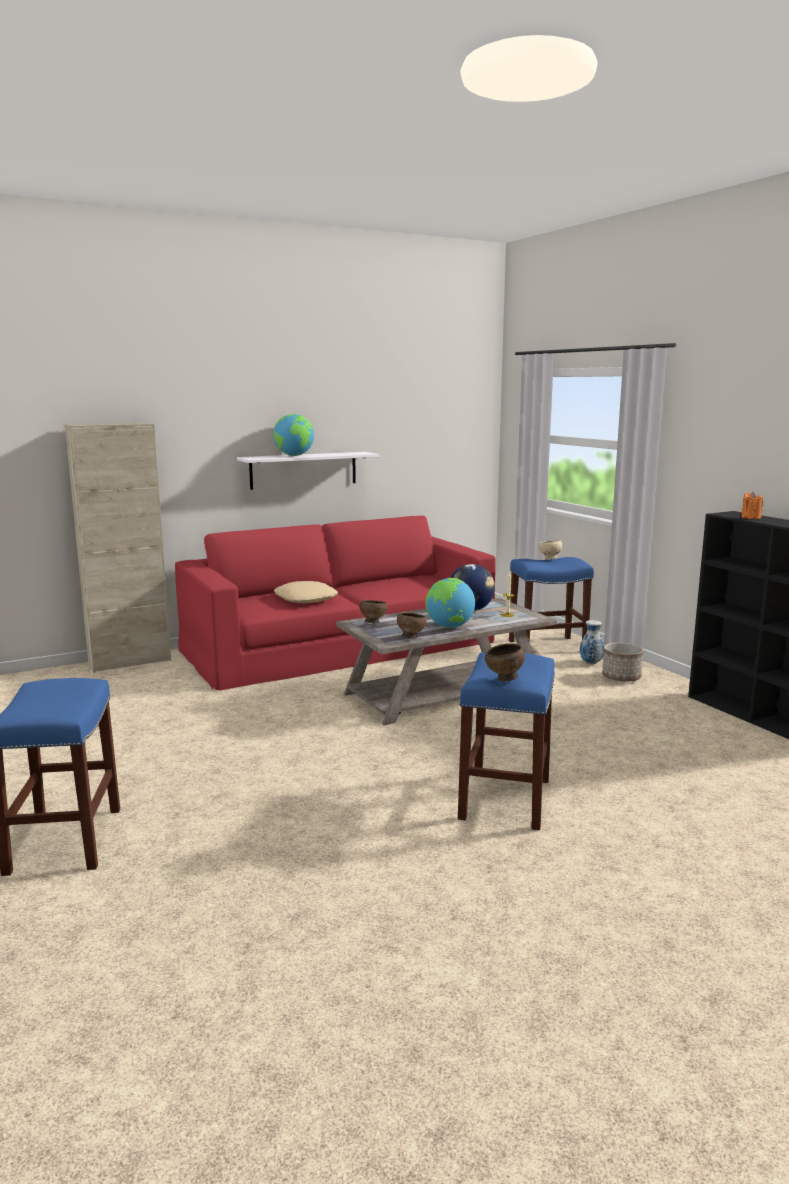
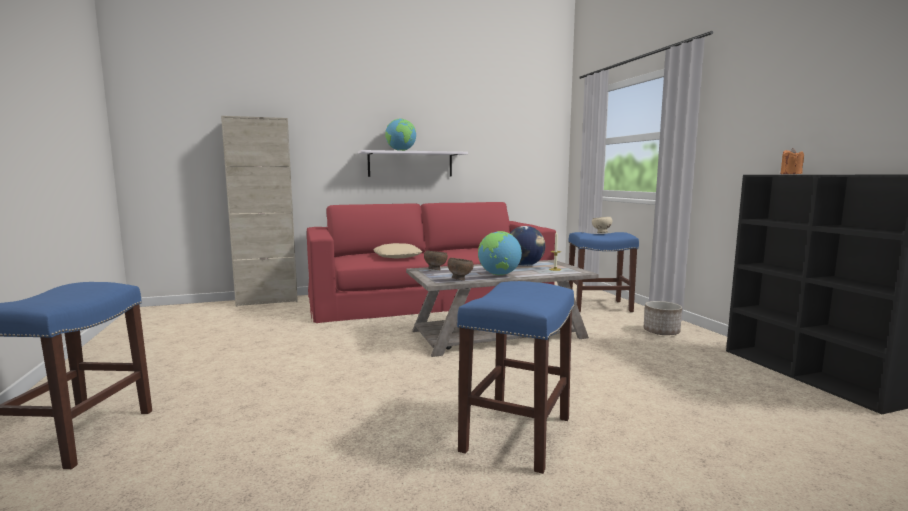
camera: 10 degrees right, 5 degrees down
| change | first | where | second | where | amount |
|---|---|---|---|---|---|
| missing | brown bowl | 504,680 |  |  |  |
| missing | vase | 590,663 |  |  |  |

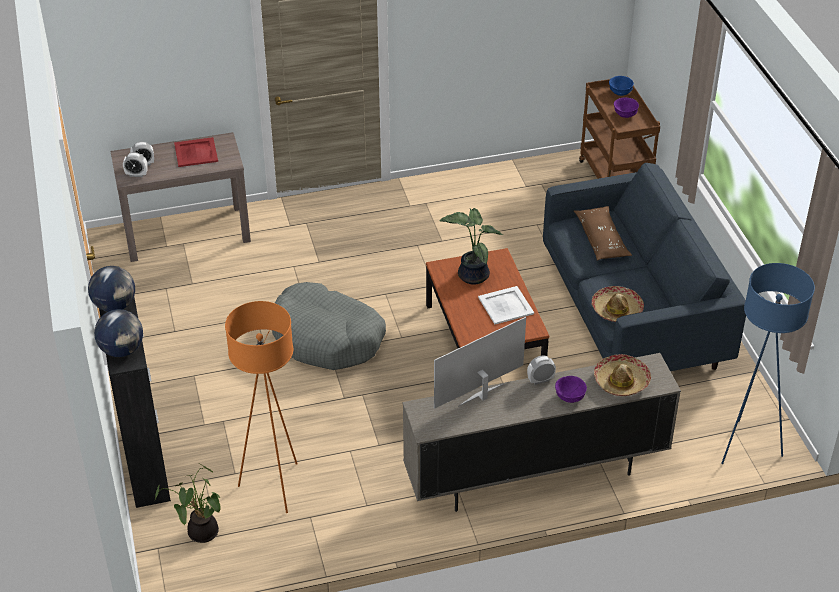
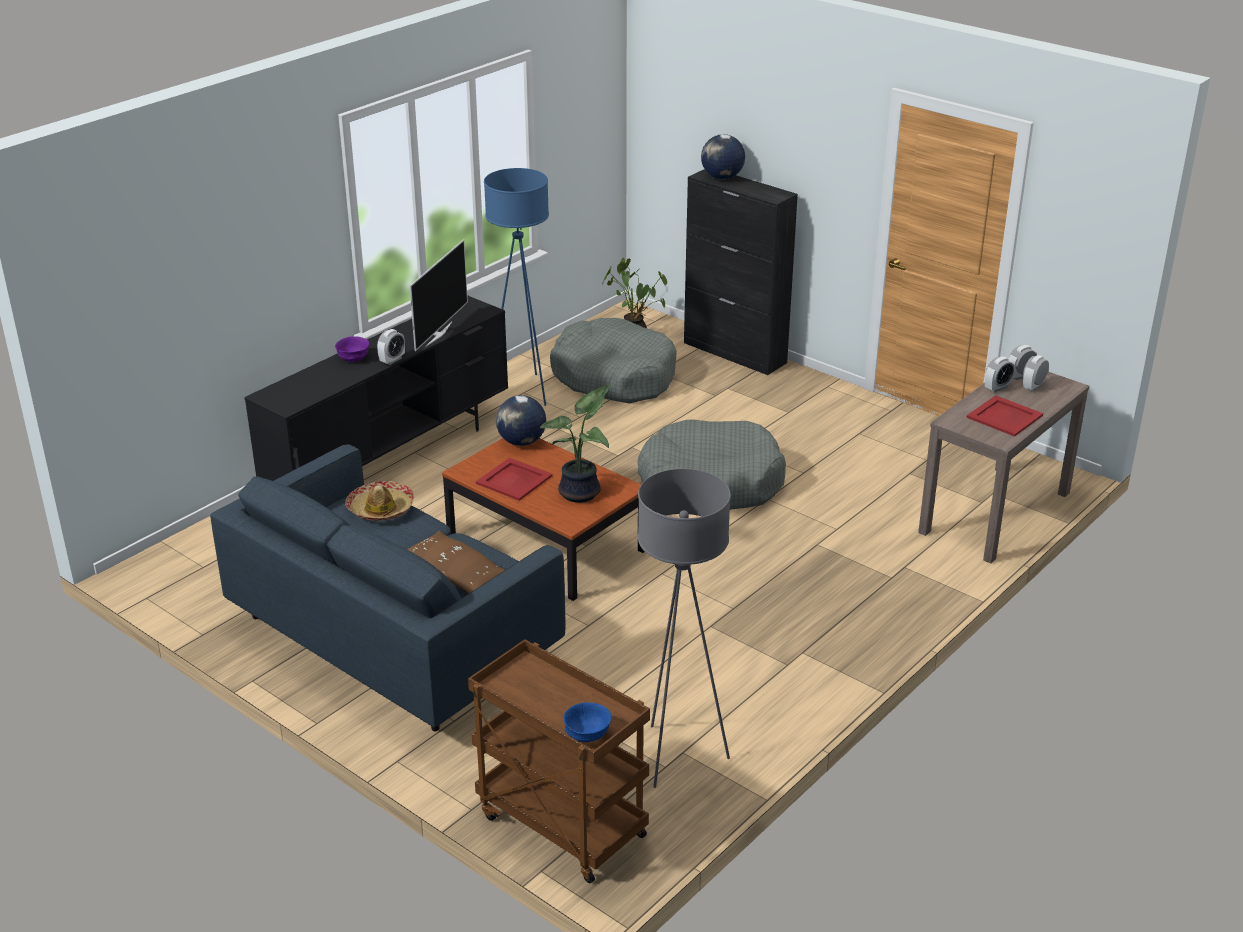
camera: 145 degrees right, 10 degrees down
| change | first | where | second | where | amount |
|---|---|---|---|---|---|
| relocated | globe | 115,306 |  | 521,442 |  |
| exchanged | orange floor lamp | 275,486 | grey dog bed | 614,376 |  |
| colour | beige tv stand | 534,475 | black tv stand | 392,459 |  |
| colour | white tray | 506,306 | red tray | 513,480 |  |
| missing | hat | 621,381 |  |  |  |
| missing | purple bowl | 625,114 |  |  |  |
| relocated | blue floor lamp | 746,447 |  | 523,391 |  |
| appeared |  |  | grey floor lamp | 677,755 |  |
| appeared |  |  | alarm clock | 997,388 |  |

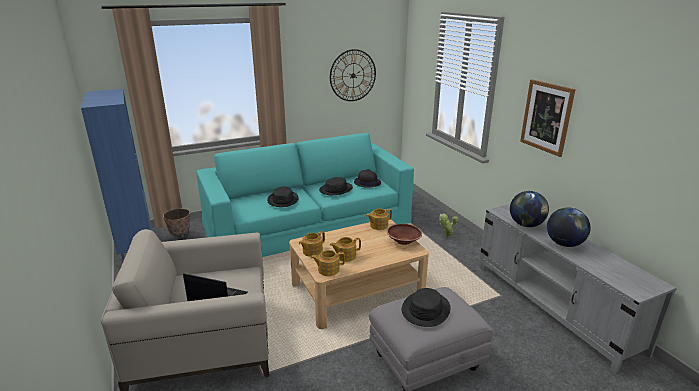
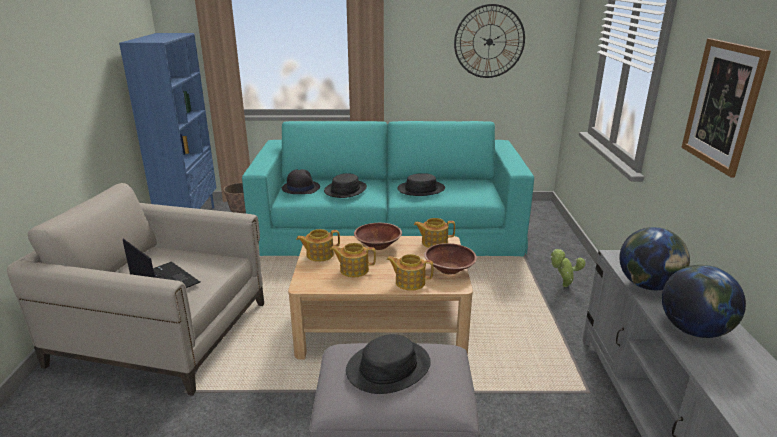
camera: 25 degrees right, 0 degrees up
| change | first | where | second | where | amount |
|---|---|---|---|---|---|
| relocated | teapot | 328,270 |  | 409,282 |  |
| relocated | black hat | 367,182 |  | 300,188 |  |
| appeared |  |  | brown bowl | 378,245 |  |

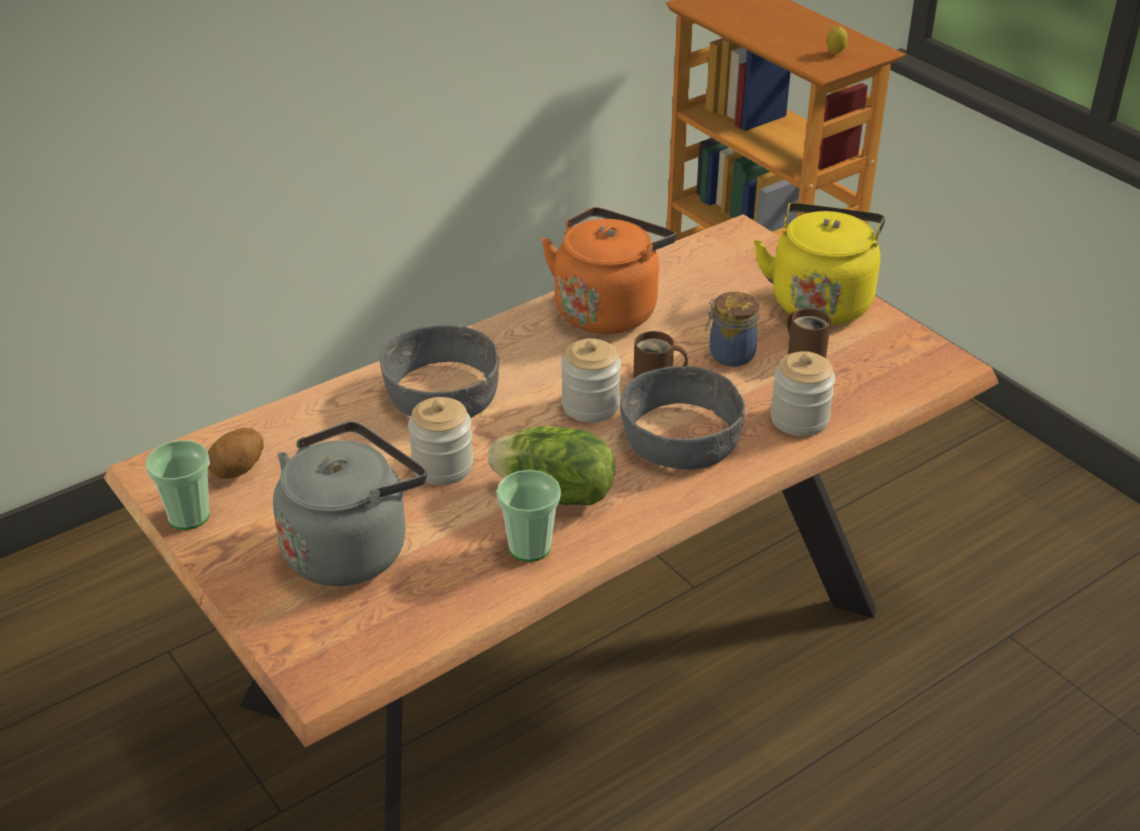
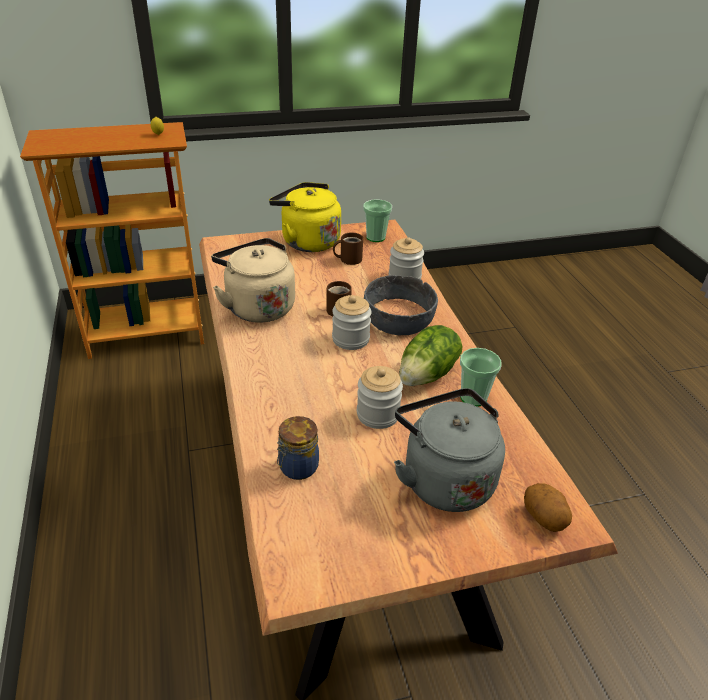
camera: 70 degrees left, 0 degrees up
| change | first | where | second | where | amount |
|---|---|---|---|---|---|
| relocated | cup | 188,516 |  | 375,237 |  |
| relocated | potato | 238,470 |  | 544,518 |  |
| missing | grey bowl | 440,392 |  |  |  |
| colour | orange kettle | 608,309 | beige kettle | 257,306 |  |
| relocated | jar | 729,354 |  | 297,468 |  |

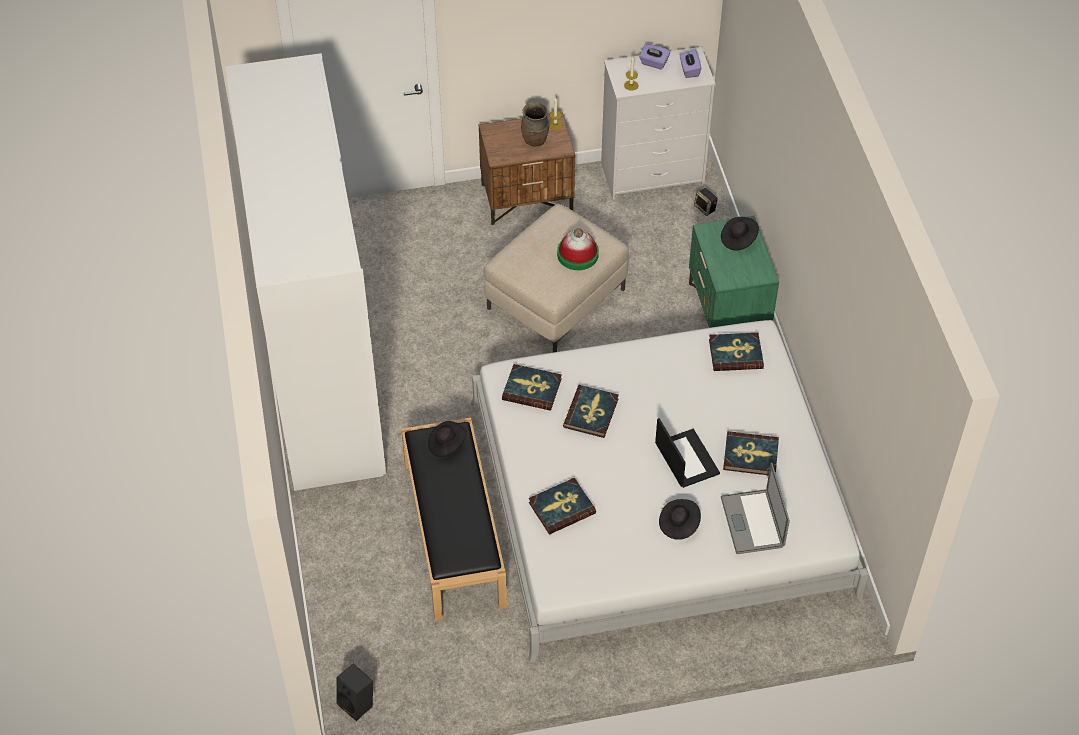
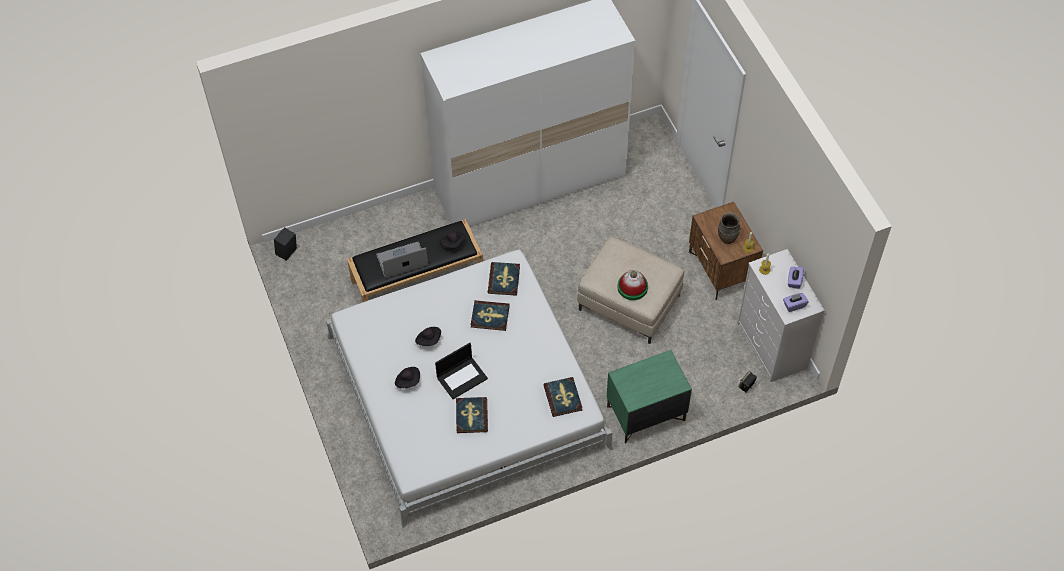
camera: 80 degrees right, 5 degrees up
| change | first | where | second | where | amount |
|---|---|---|---|---|---|
| missing | book | 561,507 |  |  |  |
| relocated | black hat | 738,239 |  | 429,340 |  |
| relocated | laptop | 752,522 |  | 402,260 |  |

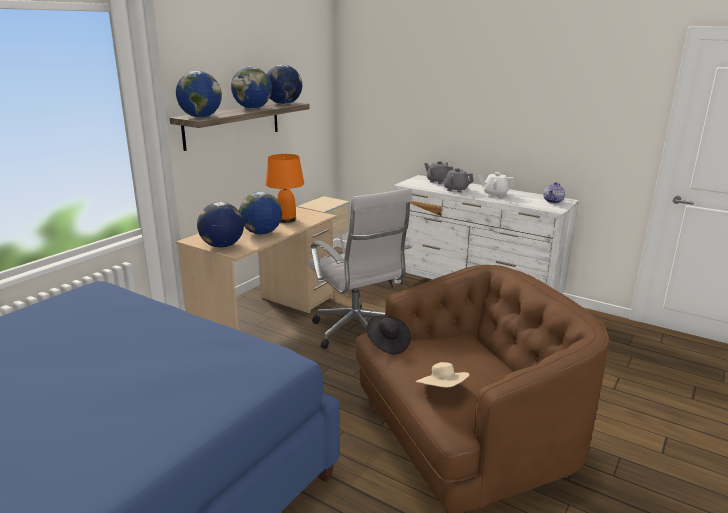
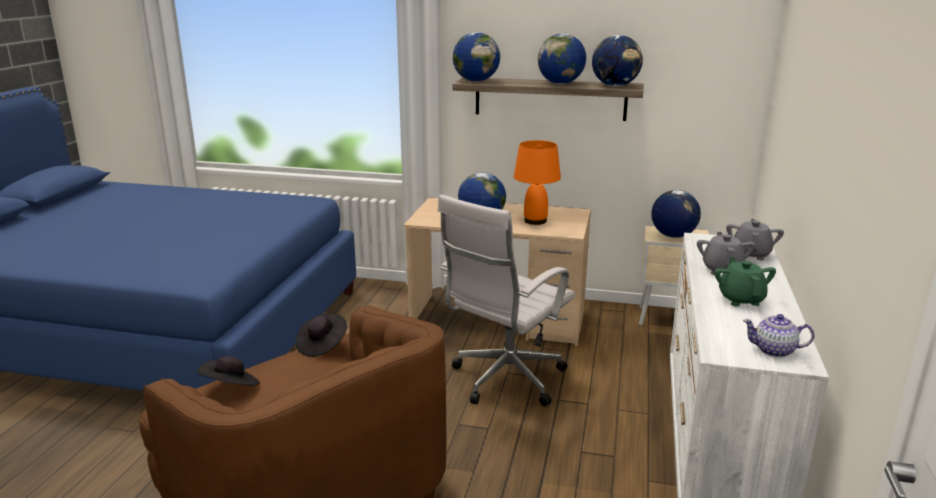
camera: 70 degrees right, 0 degrees up
| change | first | where | second | where | amount |
|---|---|---|---|---|---|
| relocated | globe | 222,246 |  | 673,235 |  |
| colour | beige hat | 442,390 | black hat | 231,387 |  |
| colour | white teapot | 495,194 | green teapot | 741,299 |  |

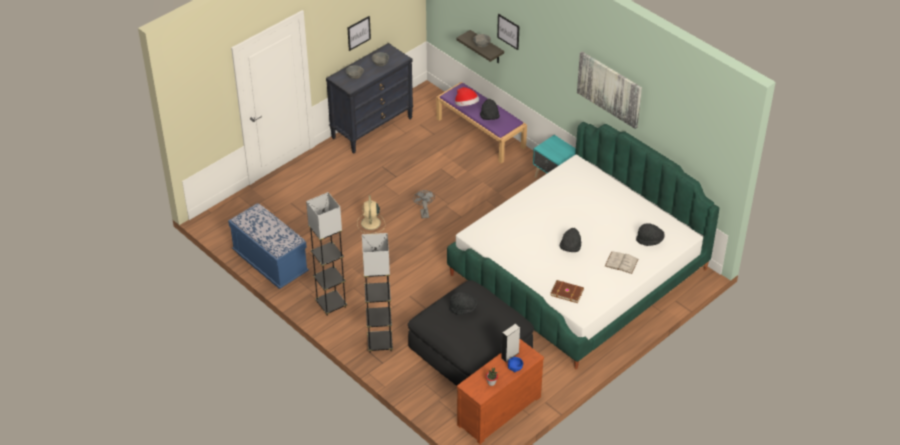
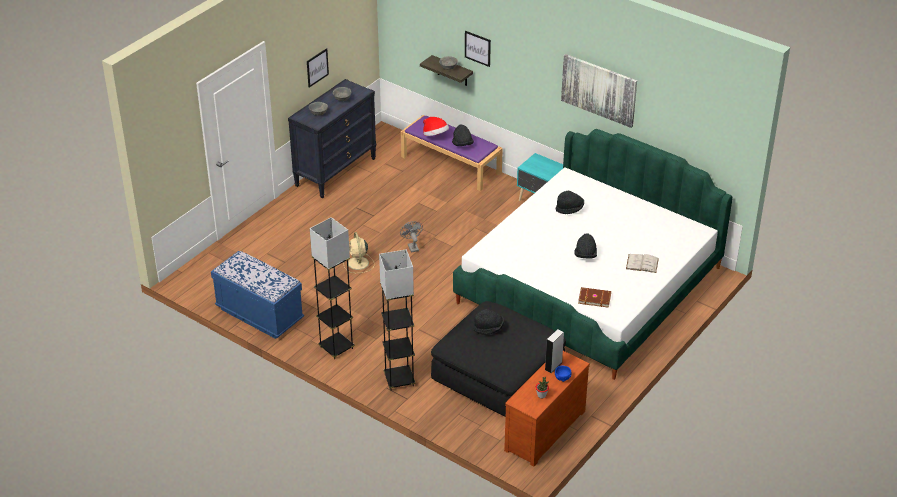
camera: 10 degrees left, 5 degrees down
| change | first | where | second | where | amount |
|---|---|---|---|---|---|
| relocated | black hat | 650,240 |  | 569,209 |  |

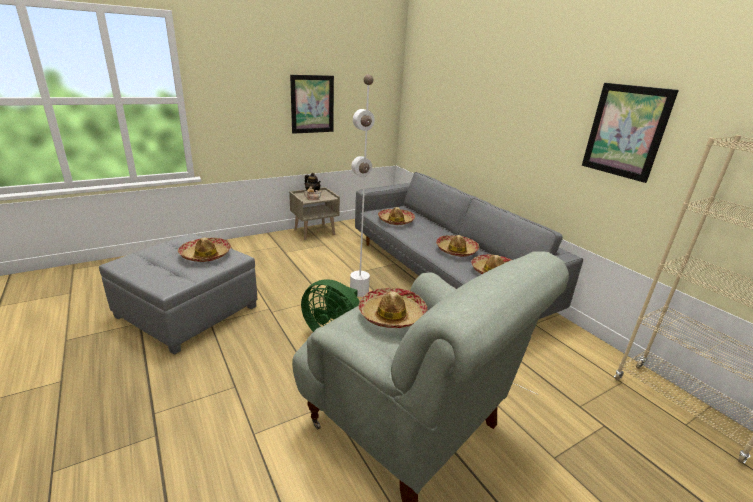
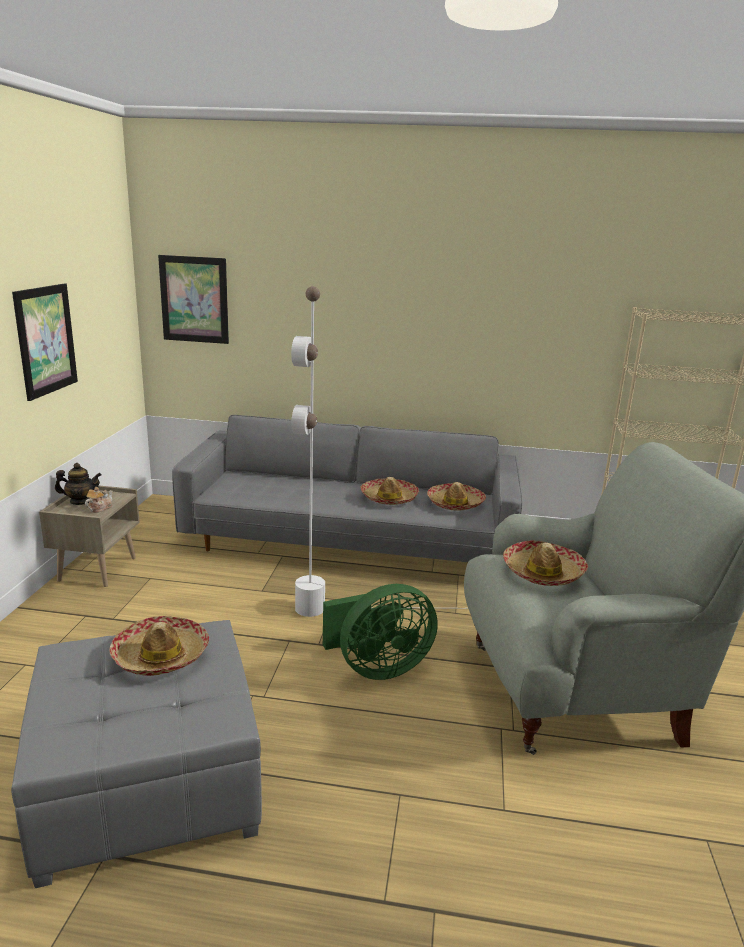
camera: 50 degrees left, 5 degrees down
| change | first | where | second | where | amount |
|---|---|---|---|---|---|
| missing | hat | 395,221 |  |  |  |
| relocated | picture | 625,131 |  | 194,299 |  |

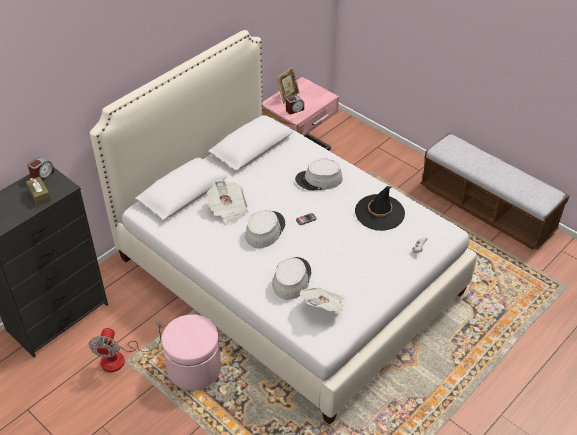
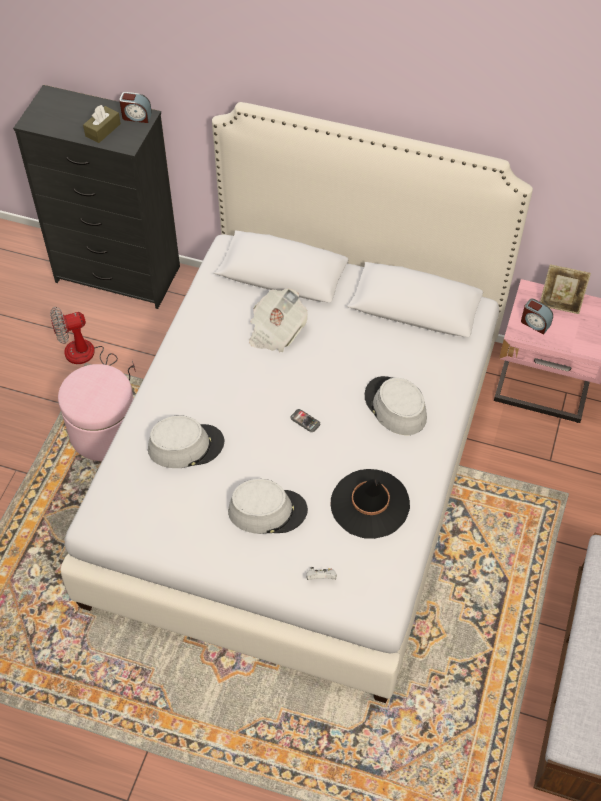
camera: 65 degrees right, 10 degrees up
| change | first | where | second | where | amount |
|---|---|---|---|---|---|
| relocated | grey hat | 265,230 |  | 267,510 |  |
| missing | newspaper | 324,306 |  |  |  |

